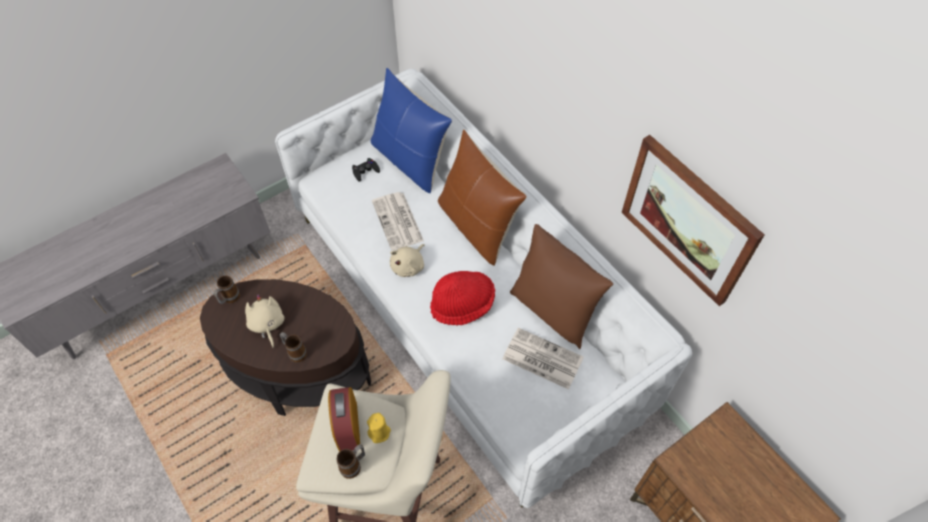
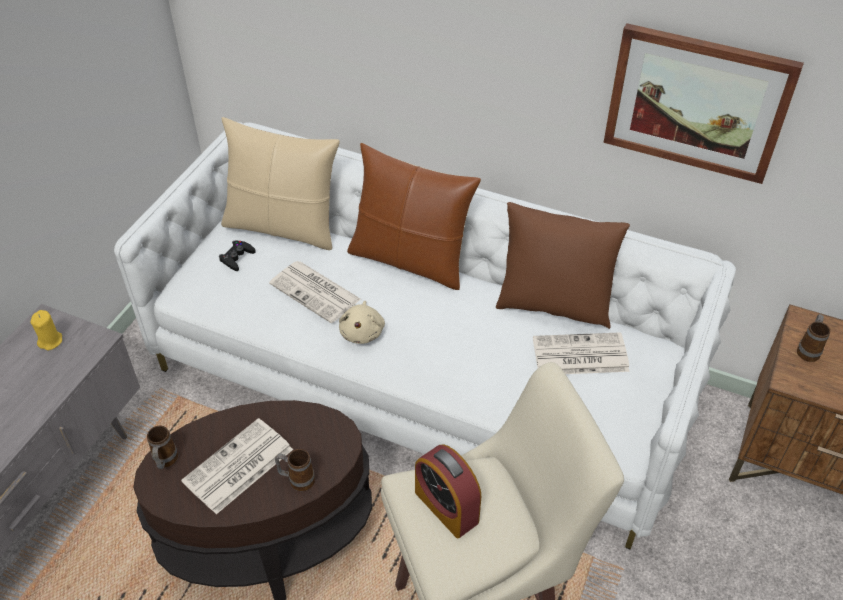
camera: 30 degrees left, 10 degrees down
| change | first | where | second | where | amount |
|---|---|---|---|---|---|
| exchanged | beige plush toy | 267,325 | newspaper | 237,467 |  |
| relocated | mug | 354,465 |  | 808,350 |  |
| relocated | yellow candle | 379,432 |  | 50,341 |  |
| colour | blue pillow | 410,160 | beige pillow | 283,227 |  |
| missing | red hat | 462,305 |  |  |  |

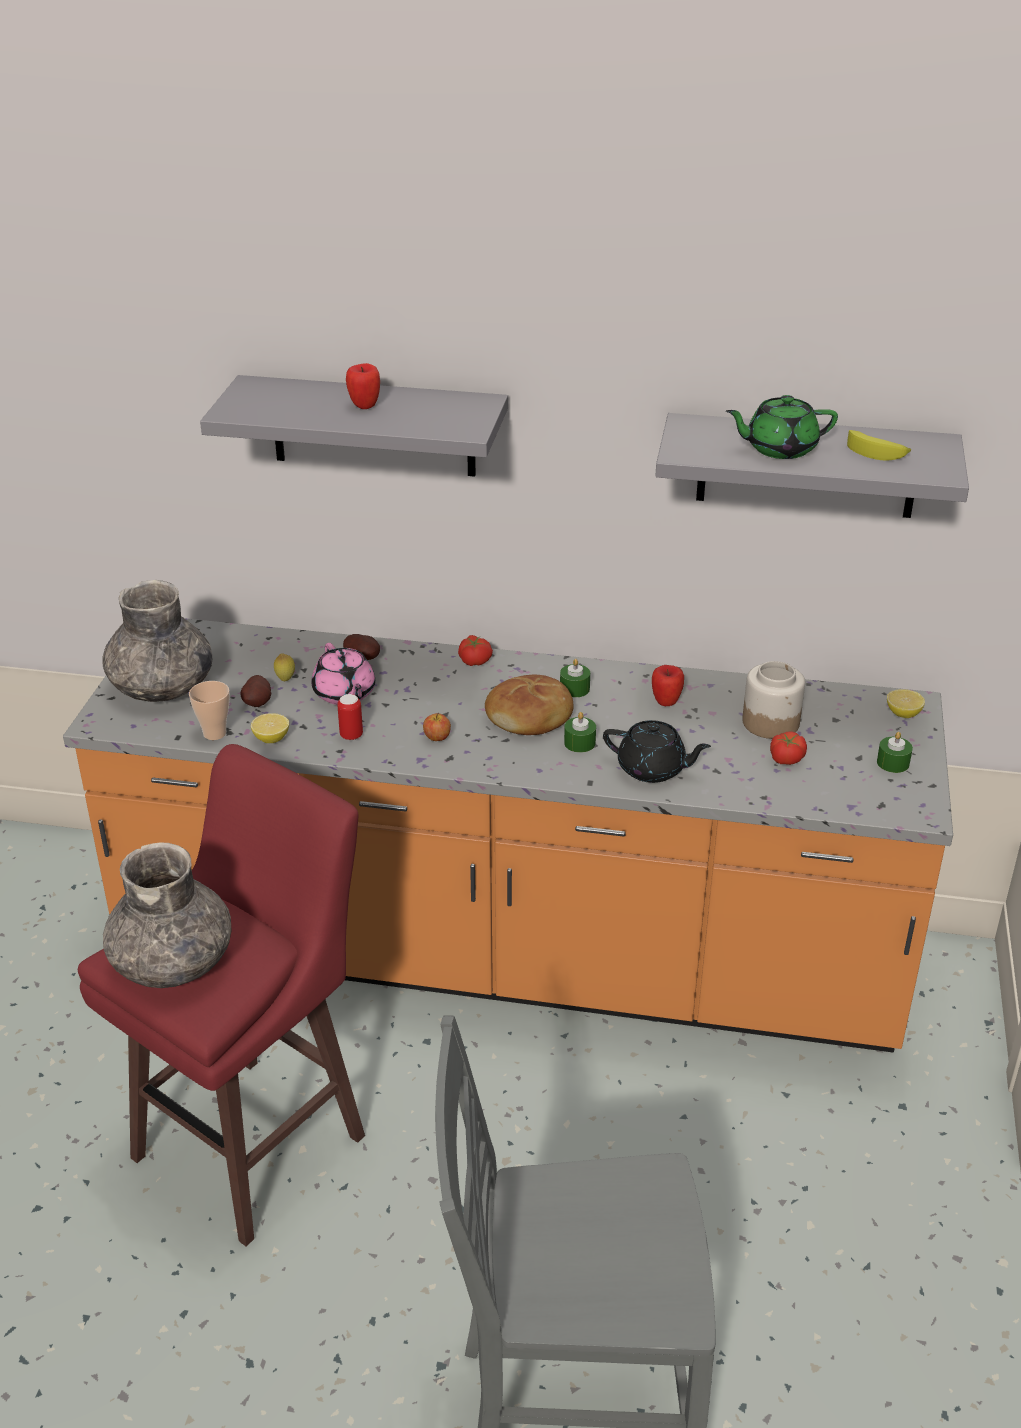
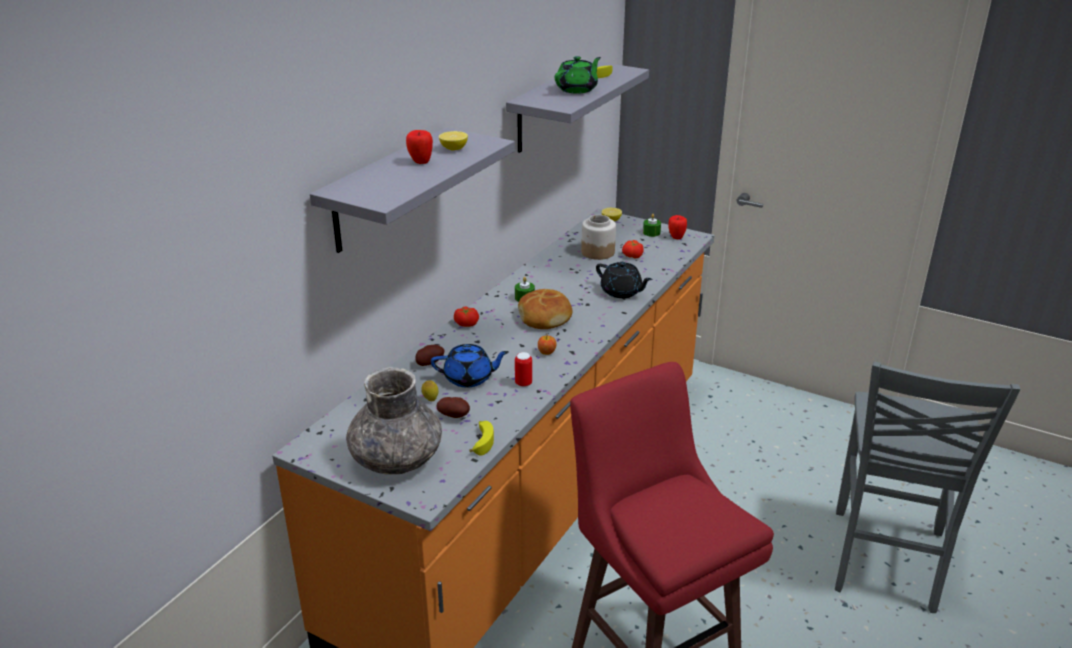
camera: 70 degrees left, 5 degrees down
| change | first | where | second | where | amount |
|---|---|---|---|---|---|
| missing | grey vase | 173,961 |  |  |  |
| exchanged | cup | 214,733 | banana | 481,441 |  |
| relocated | lemon | 271,738 |  | 453,149 |  |
| colour | pink teapot | 344,694 | blue teapot | 469,378 |  |
| missing | green candle | 579,743 |  |  |  |
| spun | black teapot | 652,769 |  | 621,292 | 90 degrees clockwise |
| relocated | apple | 666,702 |  | 676,237 |  |
| spun | green teapot | 779,448 |  | 577,89 | 150 degrees counterclockwise |

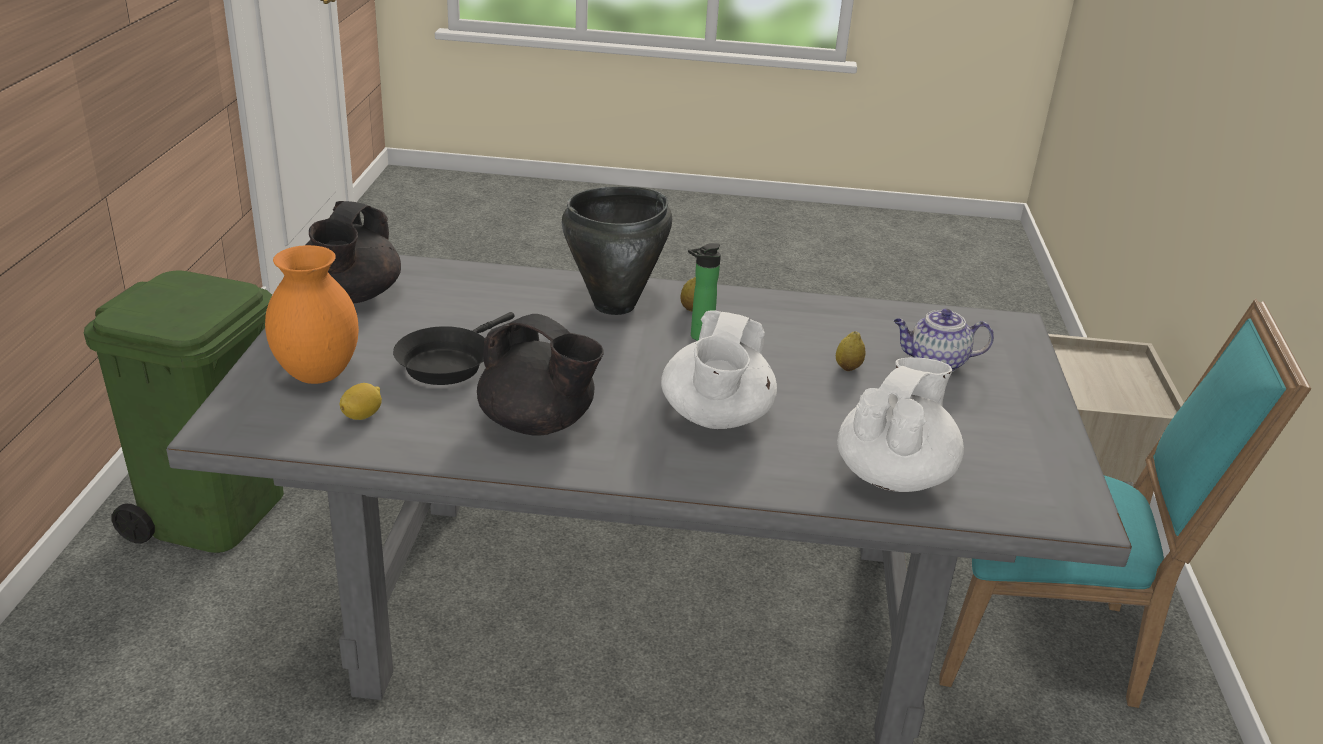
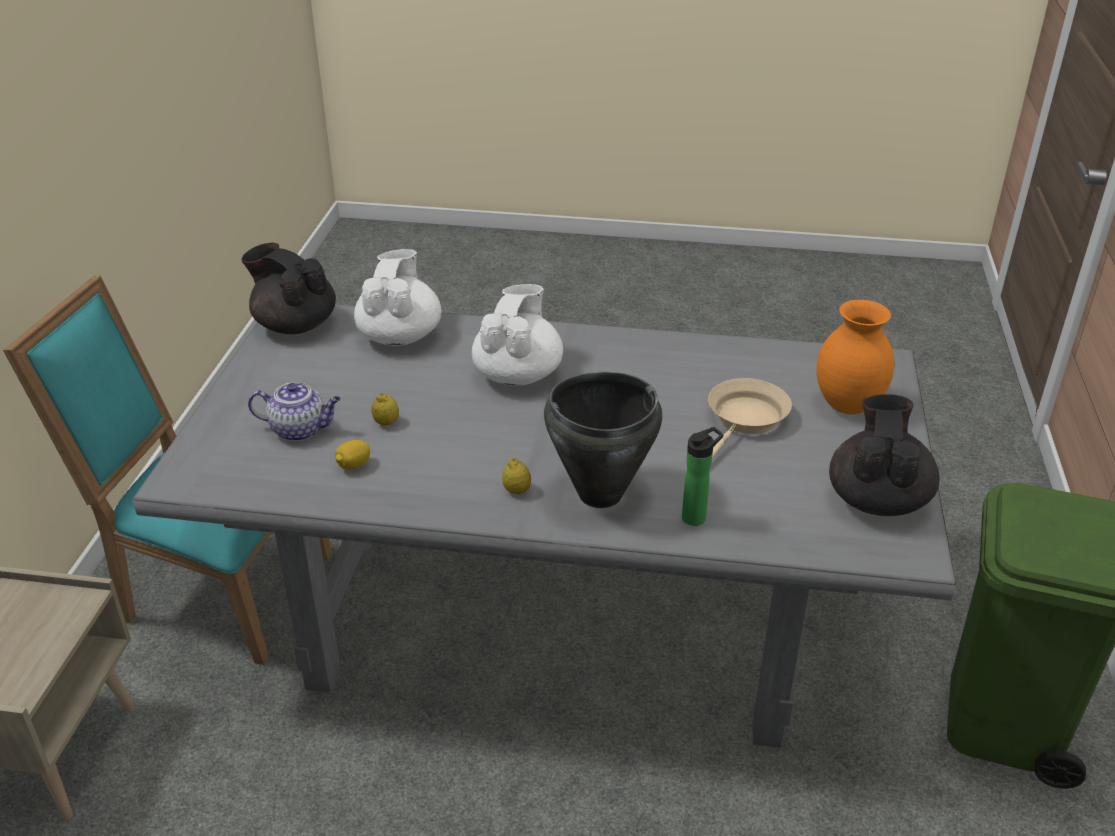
camera: 175 degrees left, 5 degrees up
| change | first | where | second | where | amount |
|---|---|---|---|---|---|
| relocated | lemon | 362,415 |  | 353,466 |  |
| colour | black frying pan | 448,362 | beige frying pan | 745,420 |  |
| relocated | black teapot | 538,423 |  | 295,324 |  |
| relocated | bottle | 698,337 |  | 697,516 |  |
| spun | white teapot | 894,475 |  | 400,335 | 150 degrees clockwise |

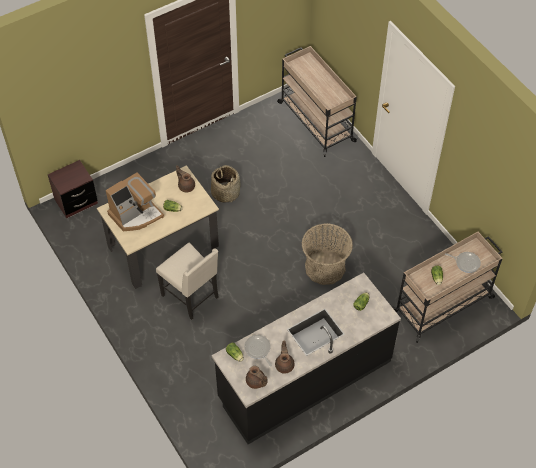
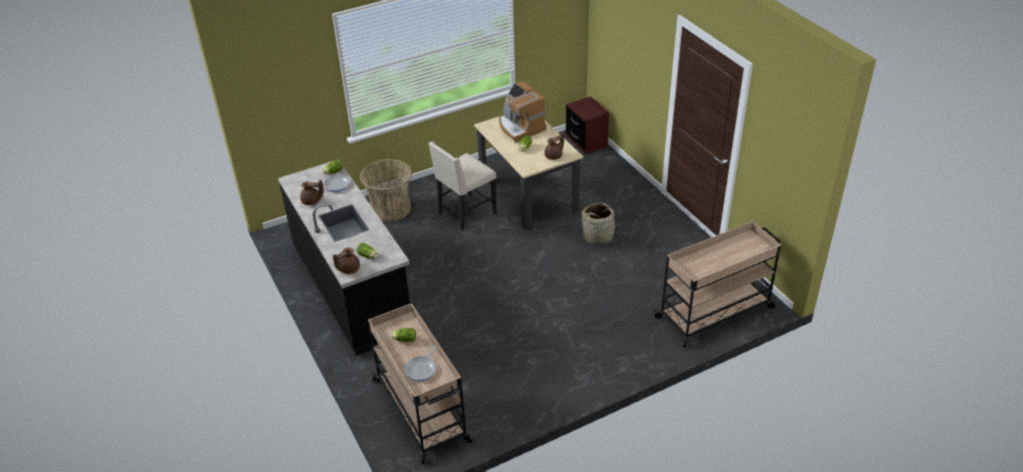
camera: 95 degrees right, 15 degrees down
| change | first | where | second | where | amount |
|---|---|---|---|---|---|
| relocated | brown teapot | 256,382 |  | 348,269 |  |
| relocated | basket | 325,267 |  | 390,208 |  |

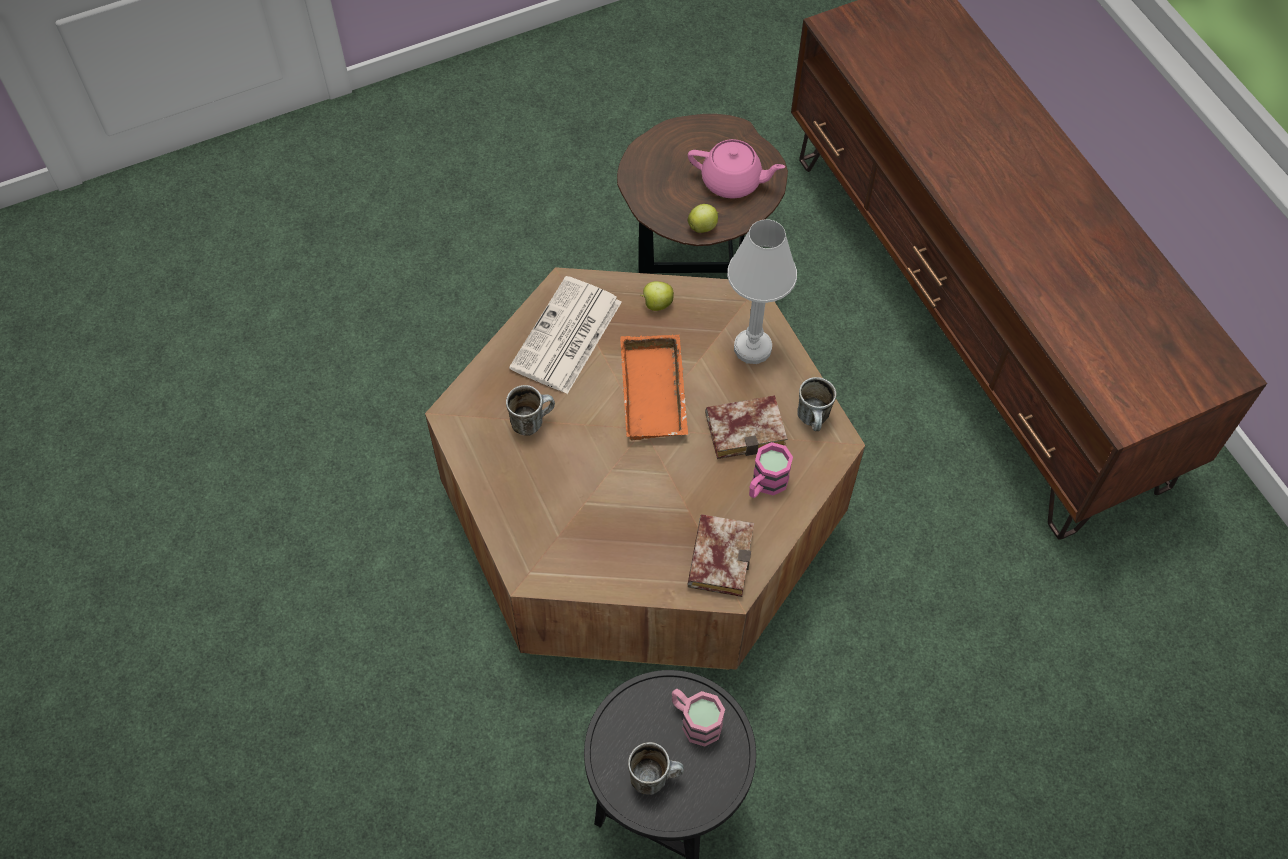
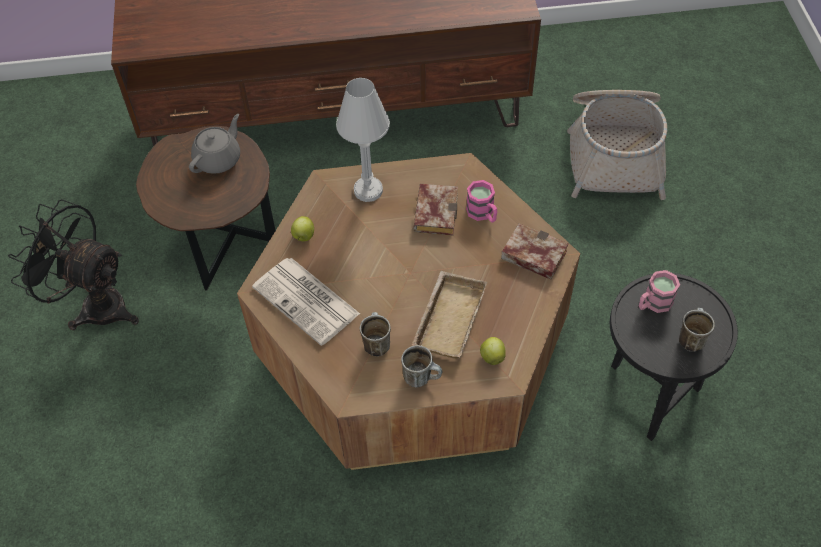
camera: 70 degrees left, 5 degrees down
| change | first | where | second | where | amount |
|---|---|---|---|---|---|
| missing | orange tray | 656,394 |  |  |  |
| relocated | apple | 703,227 |  | 492,357 |  |
| colour | pink teapot | 732,181 | grey teapot | 218,159 |  |
| relocated | mug | 814,420 |  | 422,378 |  |
| appeared |  |  | black fan | 95,305 |  |
| appeared |  |  | beige tray | 447,318 |  |
| appeared |  |  | basket | 614,152 |  |

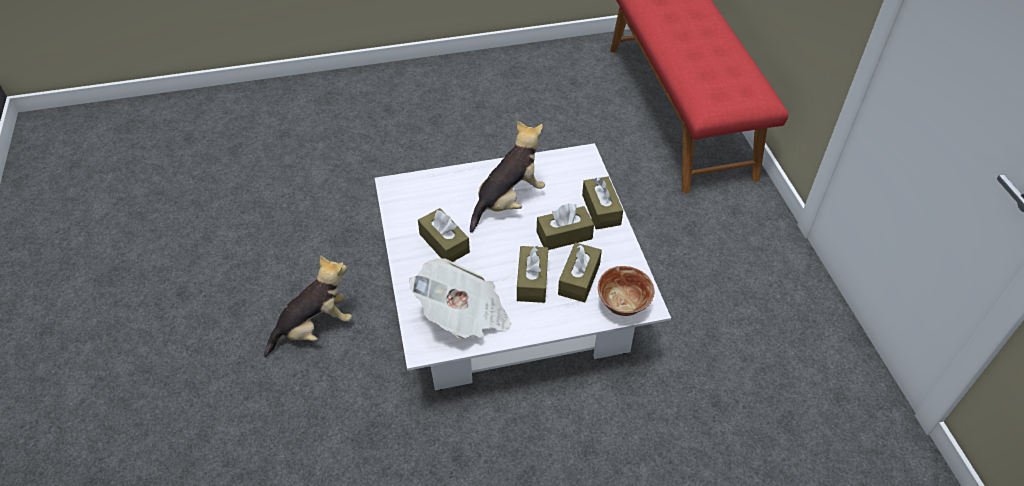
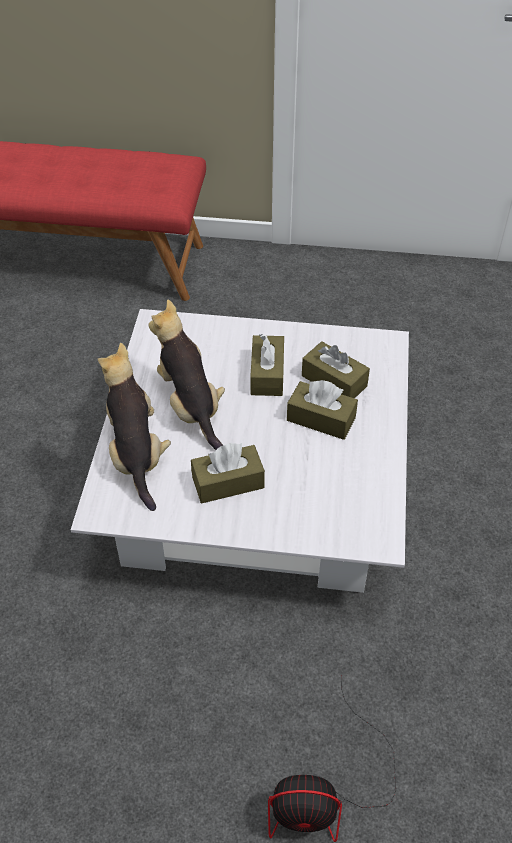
camera: 70 degrees left, 0 degrees up
| change | first | where | second | where | amount |
|---|---|---|---|---|---|
| relocated | plush toy | 315,328 |  | 136,454 |  |
| missing | newspaper | 463,315 |  |  |  |
| missing | brown tissue box | 601,210 |  |  |  |
| missing | bowl | 623,305 |  |  |  |
| appeared |  |  | fan | 327,793 |  |

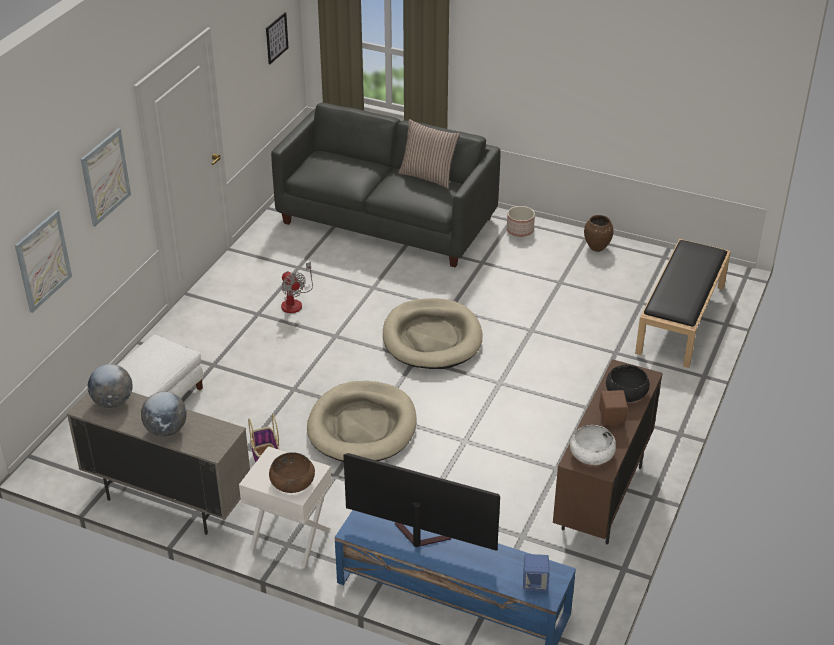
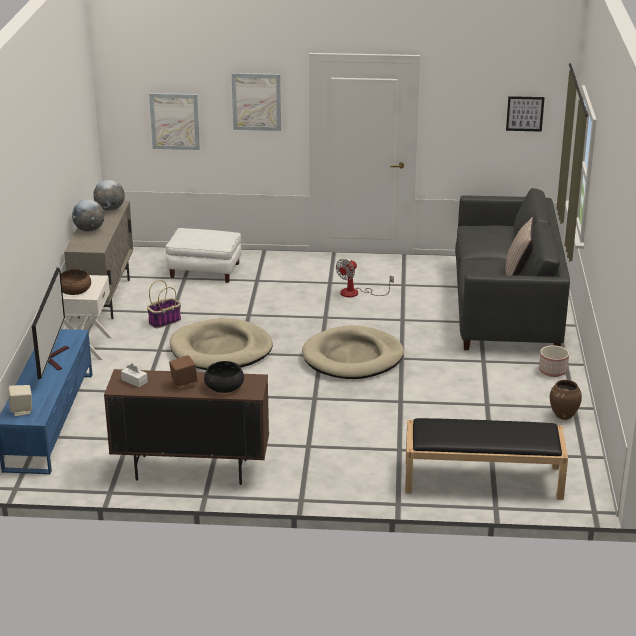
camera: 70 degrees right, 10 degrees down
| change | first | where | second | where | amount |
|---|---|---|---|---|---|
| colour | blue speaker | 535,583 | beige speaker | 22,411 |  |
| exchanged | white bowl | 592,454 | white tissue box | 134,381 |  |

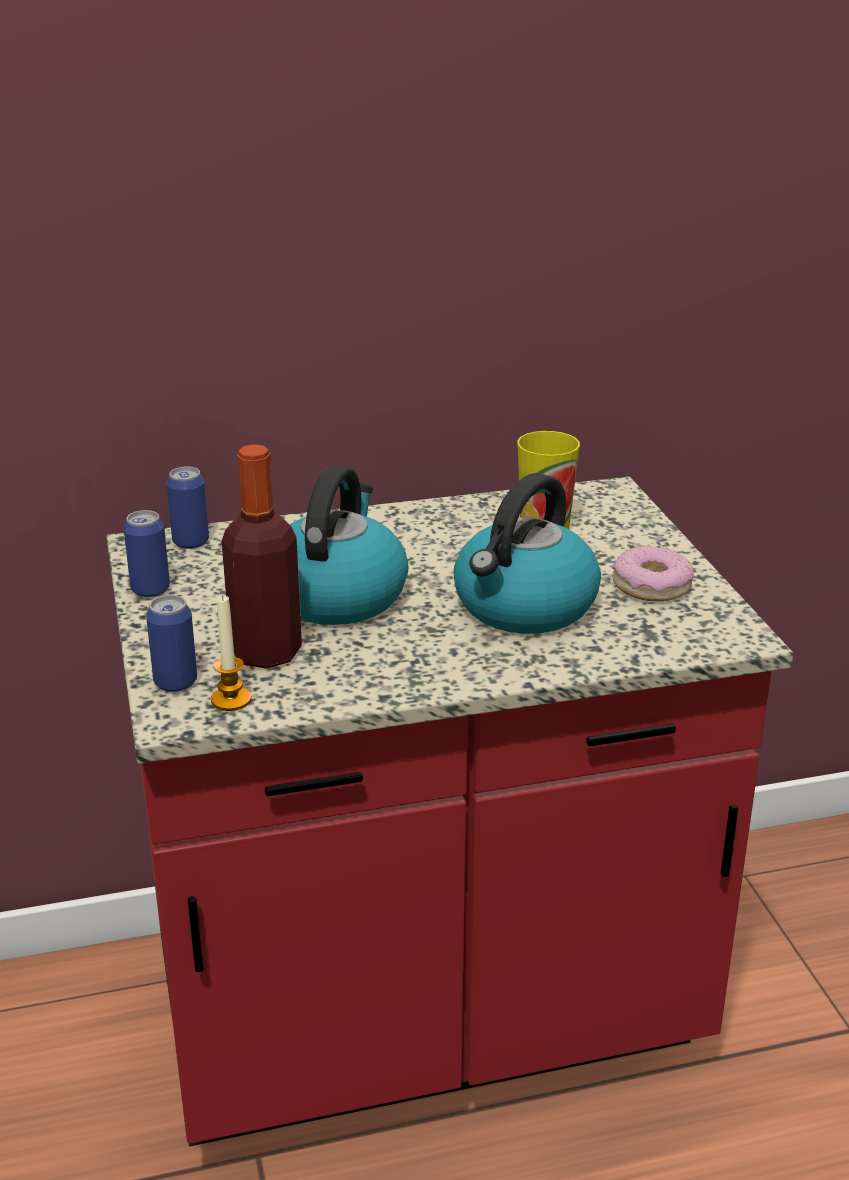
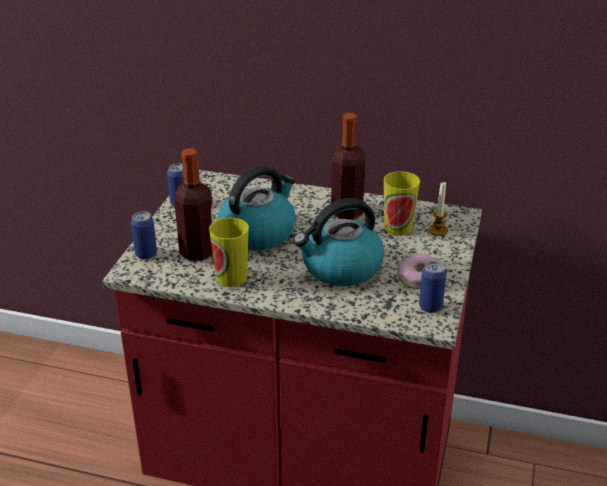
camera: 30 degrees right, 5 degrees up
| change | first | where | second | where | amount |
|---|---|---|---|---|---|
| relocated | can | 190,542 |  | 430,307 |  |
| relocated | candle | 231,700 |  | 438,230 |  |
| appeared |  |  | cup | 231,277 |  |
| appeared |  |  | bottle | 346,212 |  |

